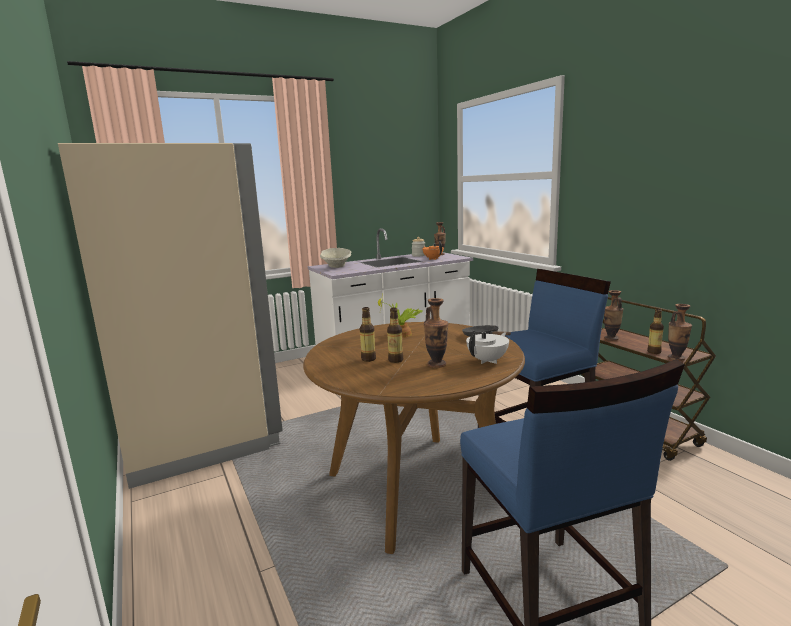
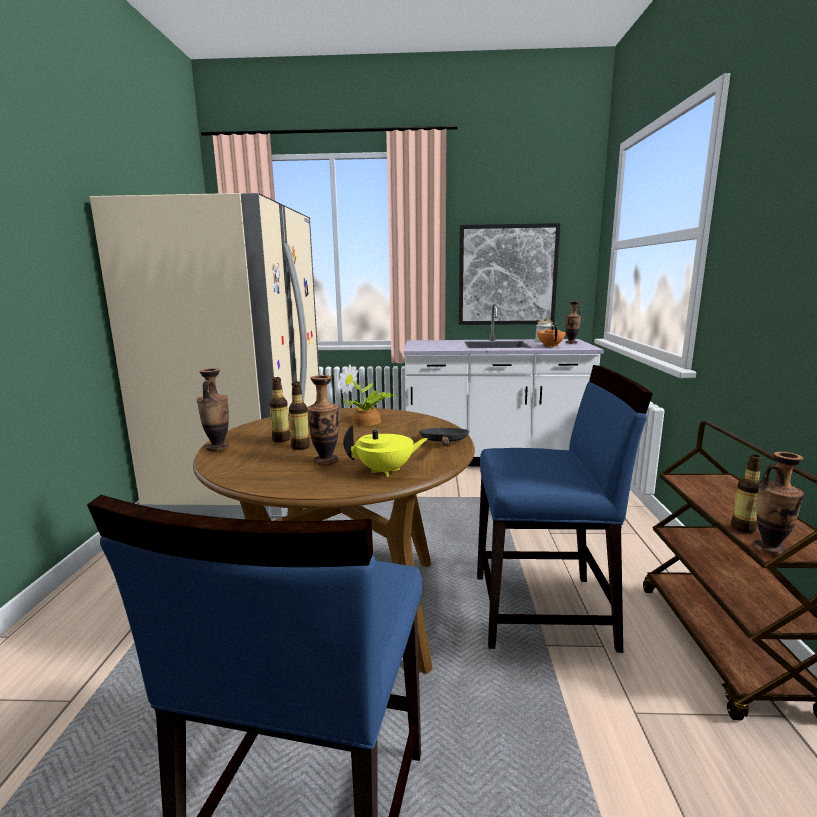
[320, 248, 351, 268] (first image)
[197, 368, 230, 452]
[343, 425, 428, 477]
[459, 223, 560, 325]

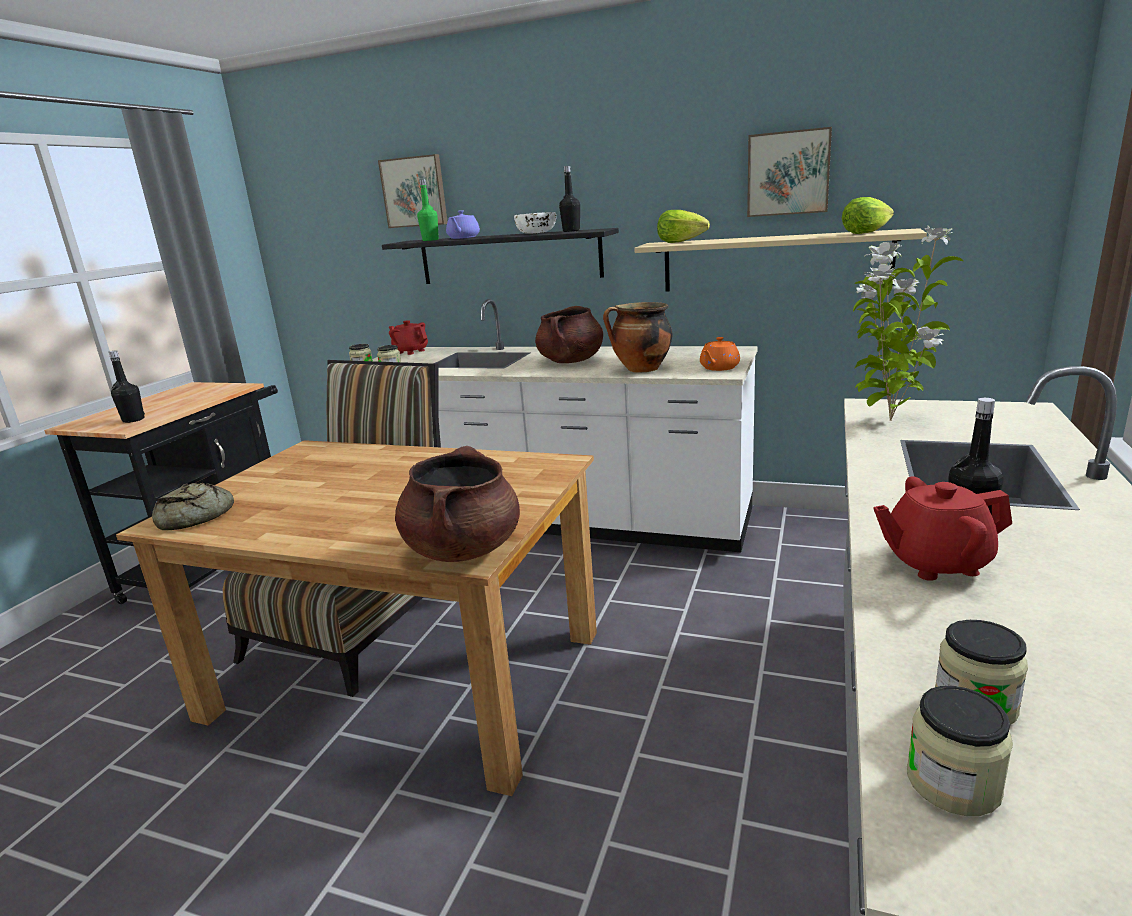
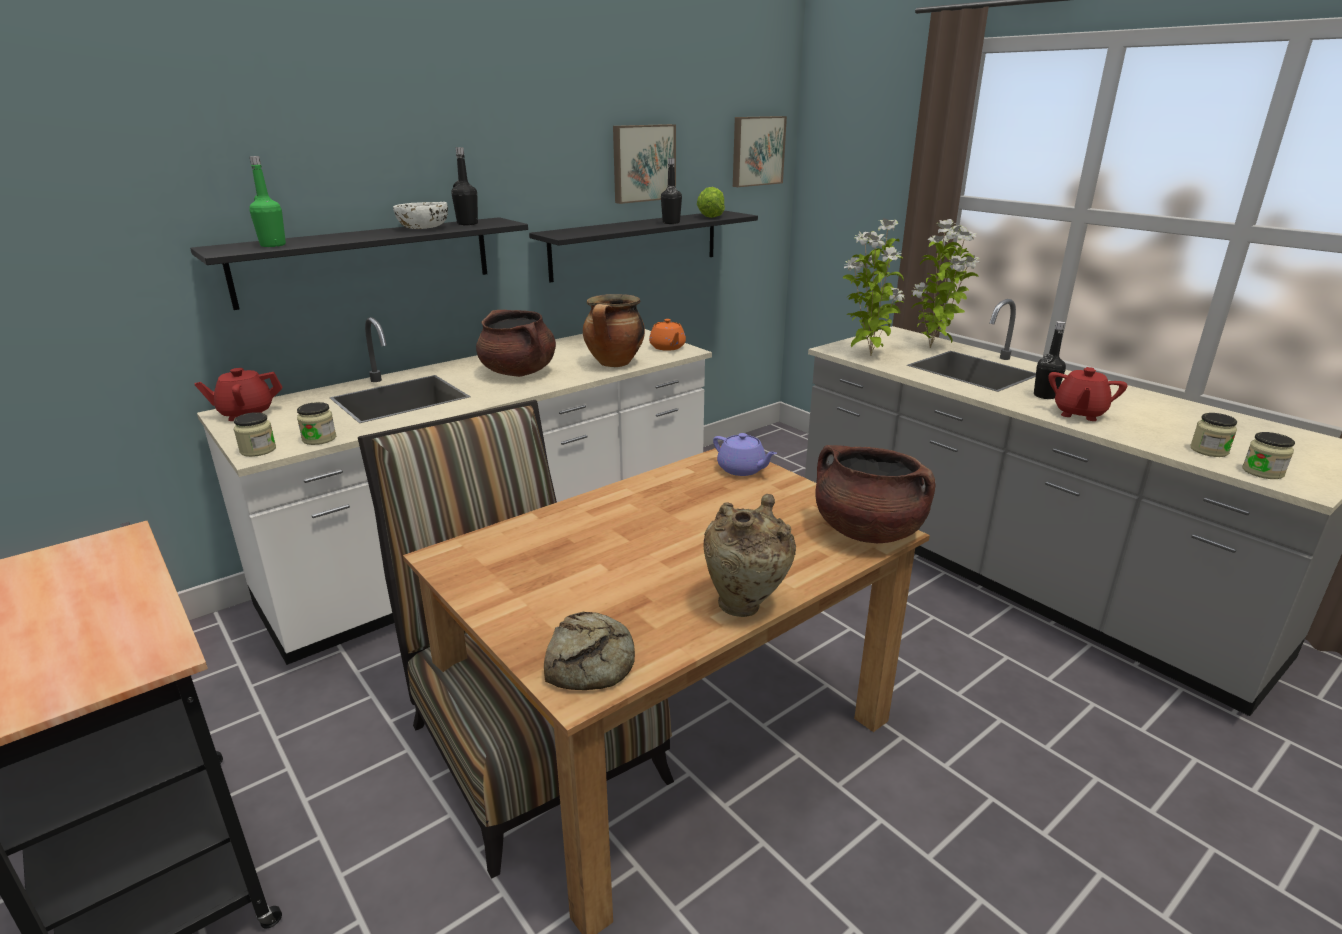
[733, 116, 787, 187]
[713, 433, 777, 476]
[657, 210, 710, 243] (first image)
[529, 211, 758, 282]
[661, 158, 682, 224]
[911, 219, 980, 348]
[703, 494, 796, 617]

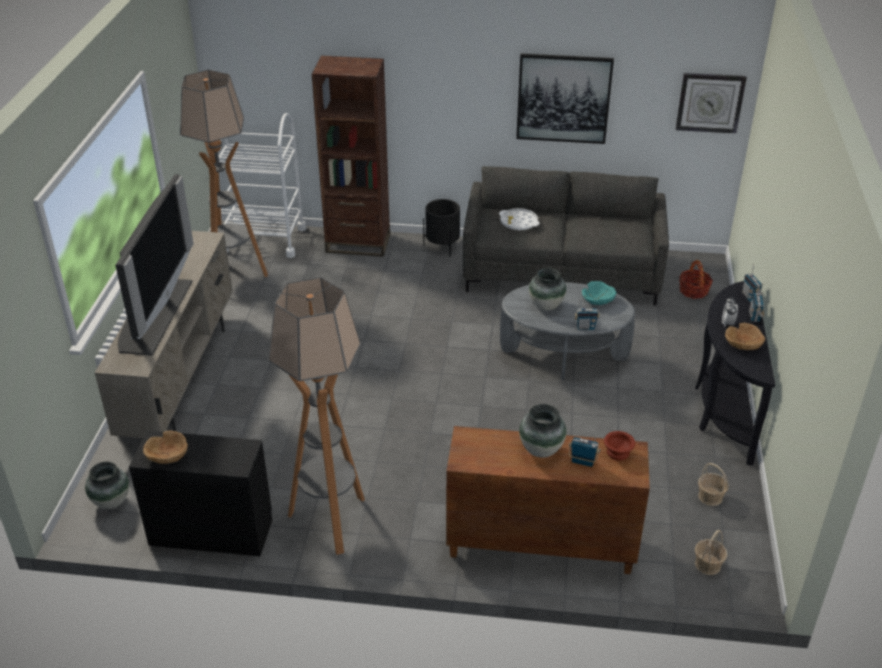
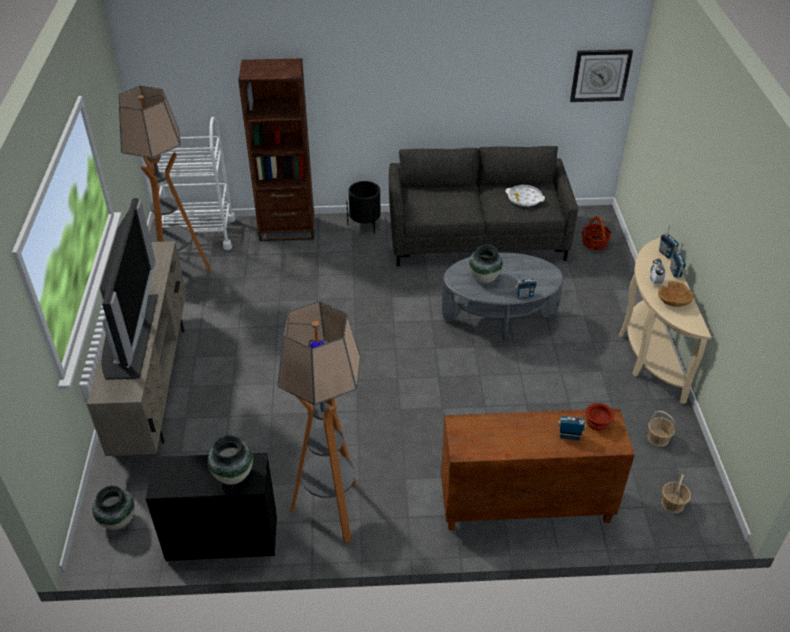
[516, 53, 614, 144] (first image)
[505, 185, 545, 207]
[582, 281, 617, 305] (first image)
[619, 238, 711, 404]
[208, 435, 253, 485]
[143, 431, 188, 464] (first image)

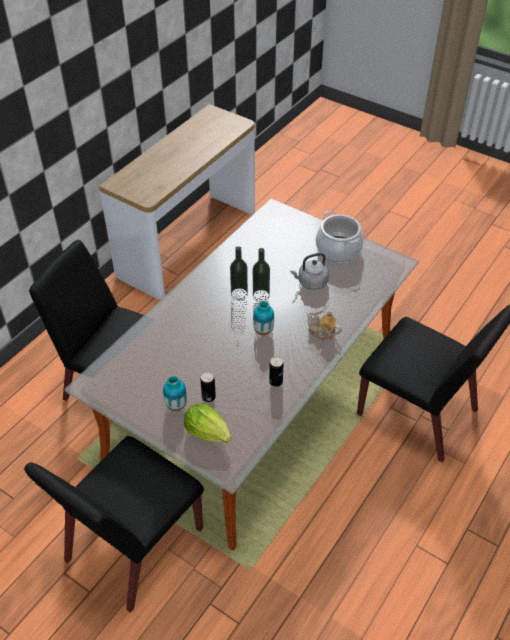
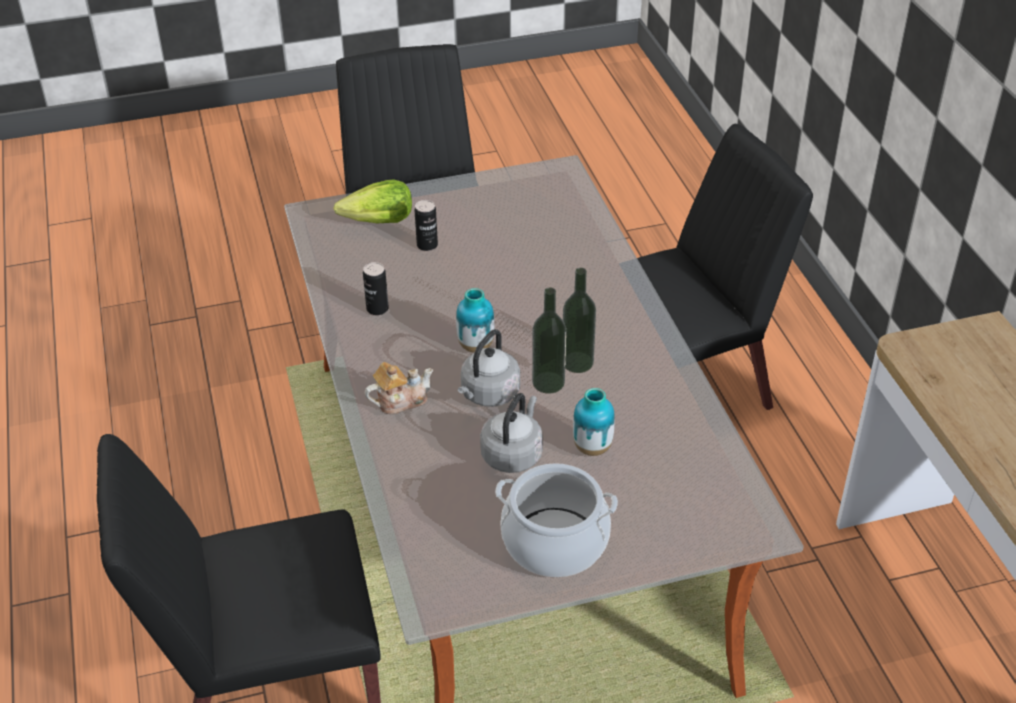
[573, 388, 615, 456]
[458, 329, 520, 407]

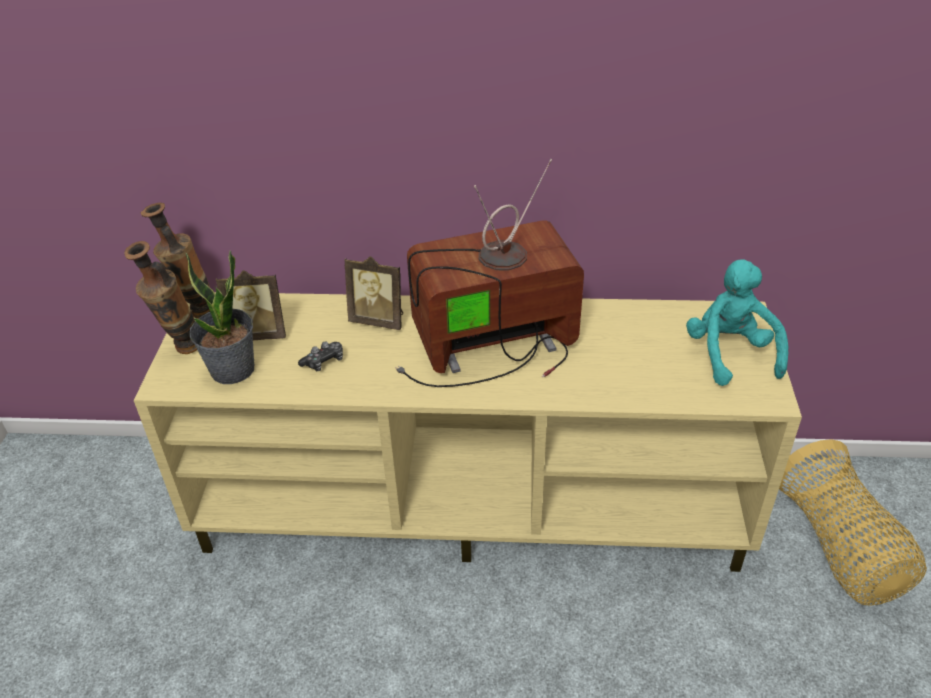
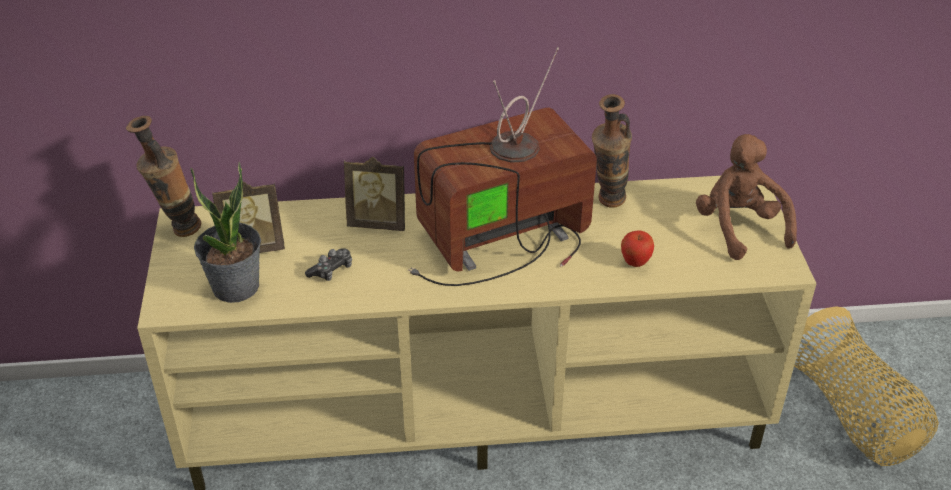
[592, 94, 632, 208]
[696, 134, 797, 260]
[621, 231, 654, 267]

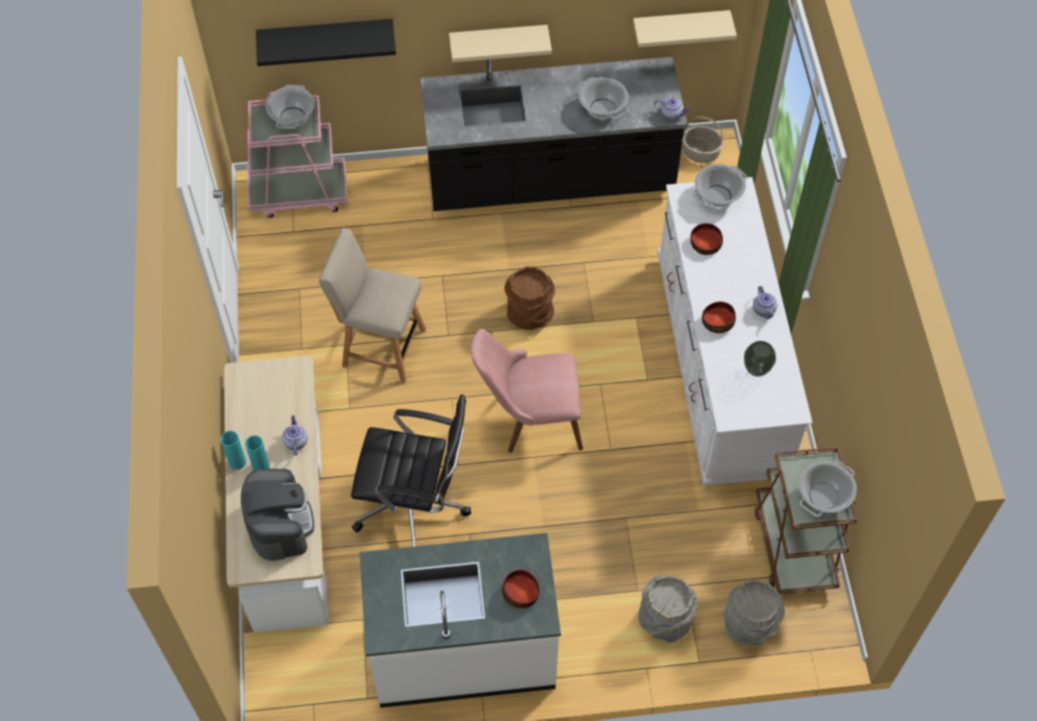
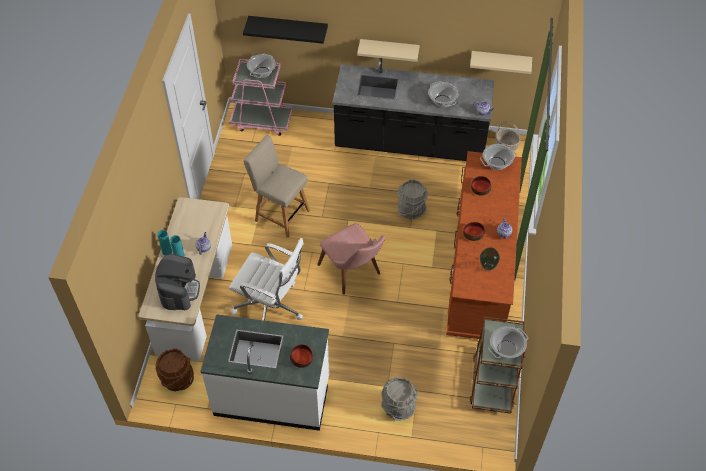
[446, 151, 522, 339]
[156, 349, 194, 391]
[317, 223, 385, 295]
[229, 238, 304, 321]
[397, 179, 428, 219]

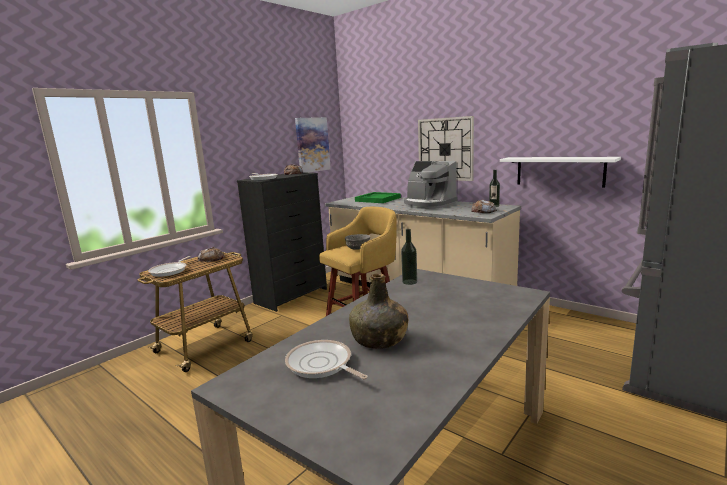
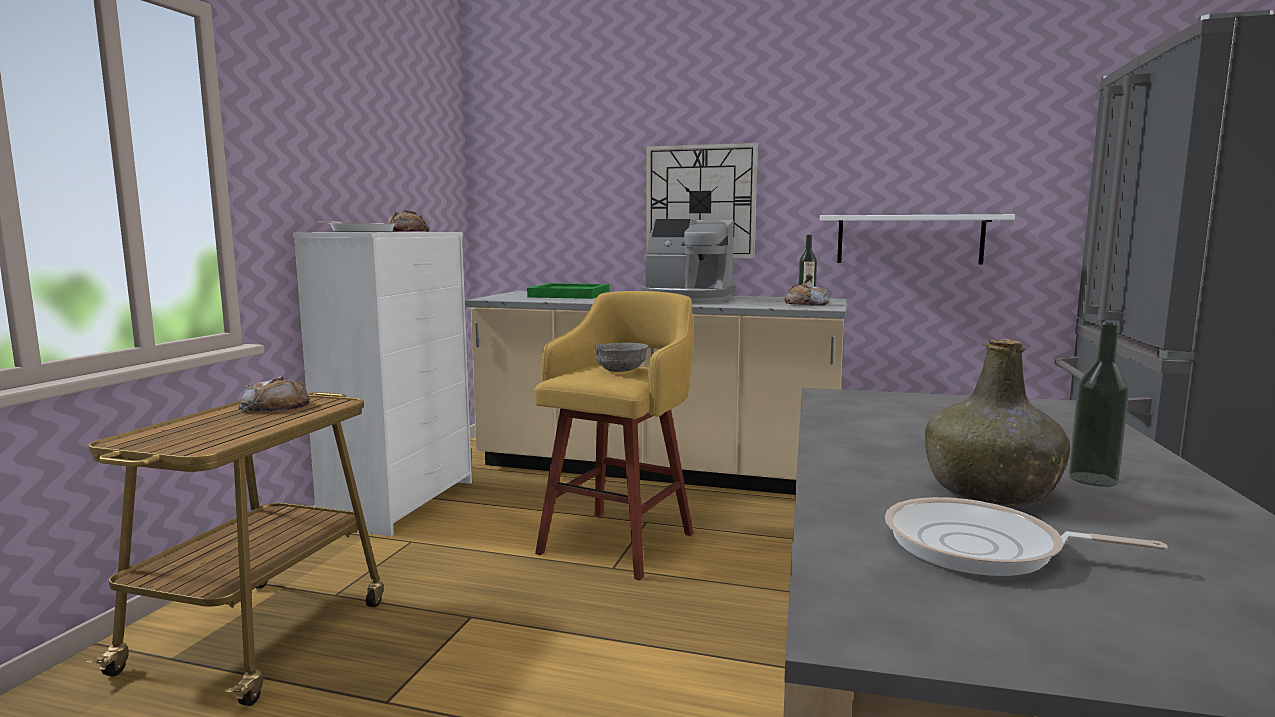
[295, 117, 331, 173] (first image)
[293, 232, 472, 536]
[1068, 322, 1129, 487]
[148, 256, 191, 277] (first image)

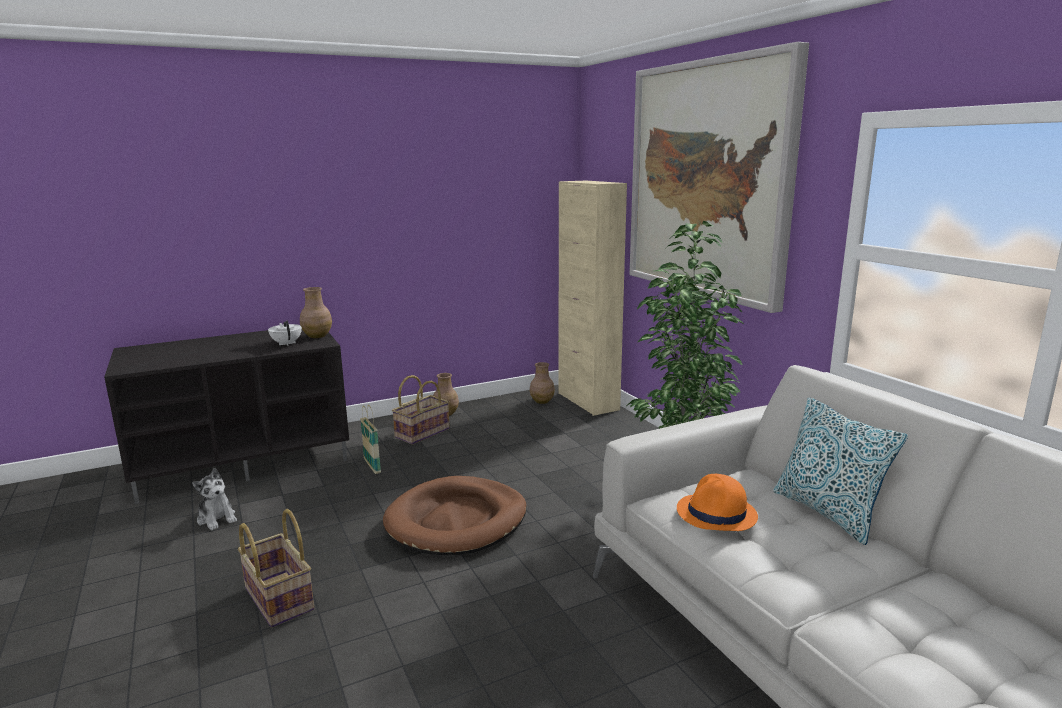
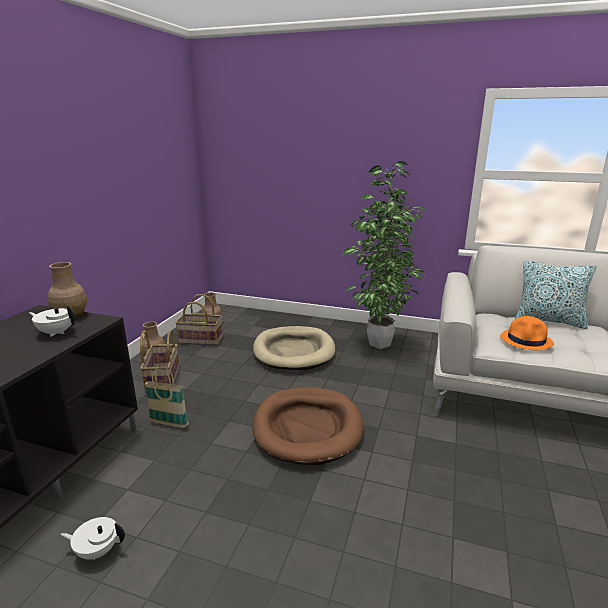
[630, 42, 809, 313] (first image)
[558, 181, 627, 416] (first image)
[61, 517, 125, 560]
[175, 294, 223, 346]
[253, 326, 335, 370]

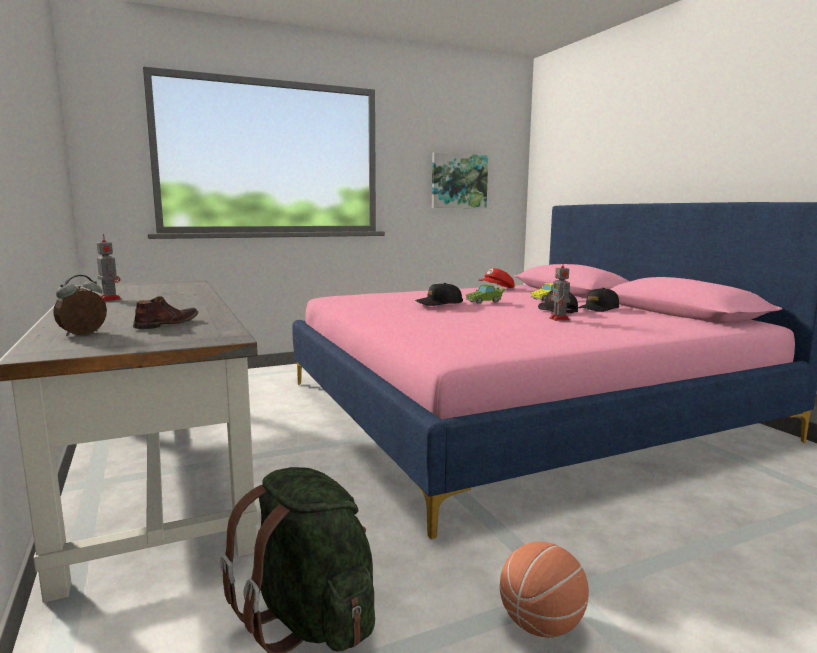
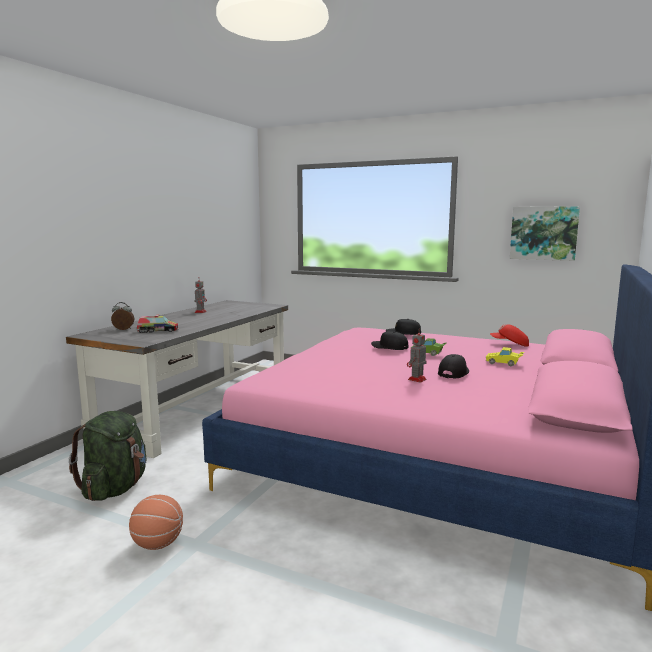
[386, 319, 421, 335]
[137, 315, 179, 333]

